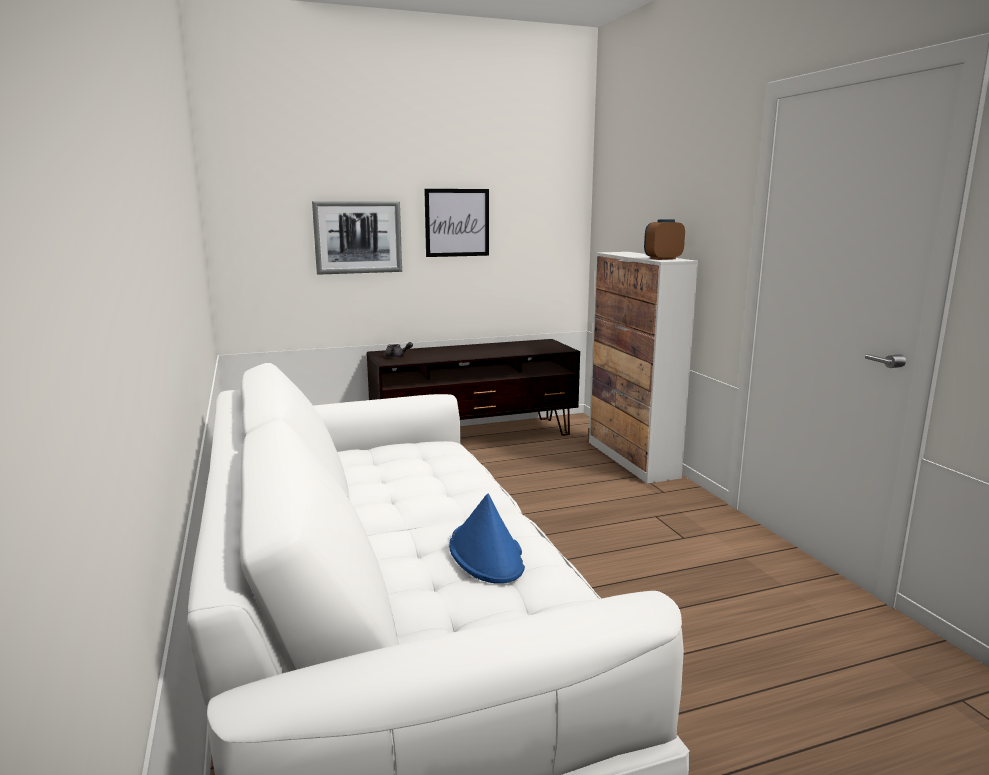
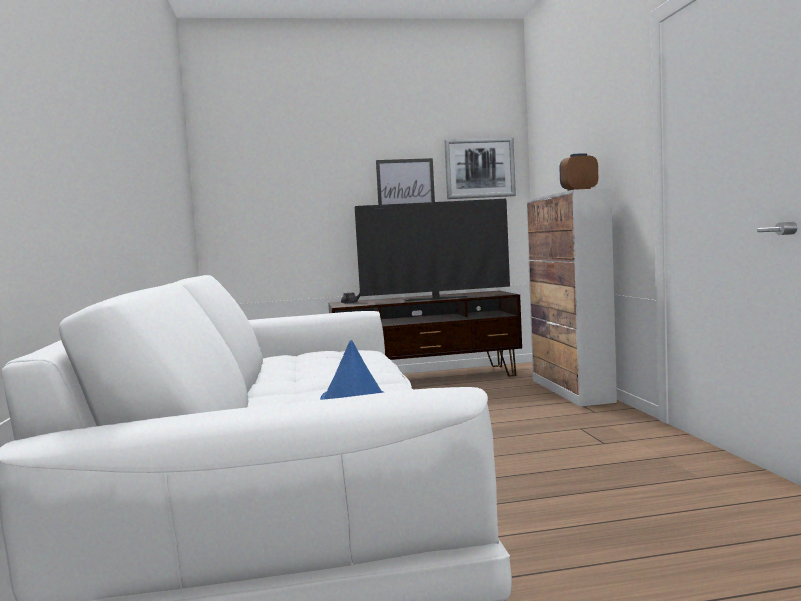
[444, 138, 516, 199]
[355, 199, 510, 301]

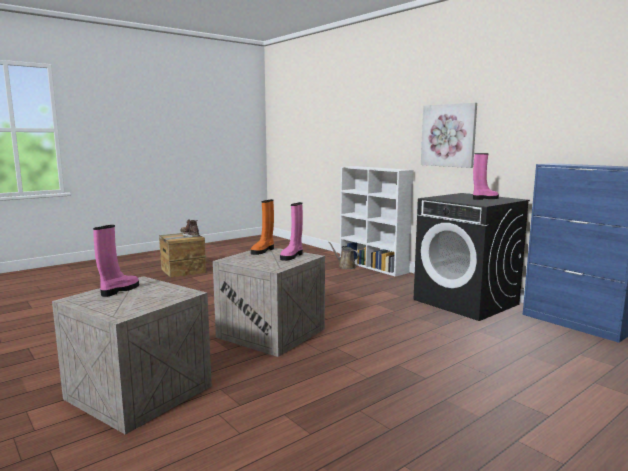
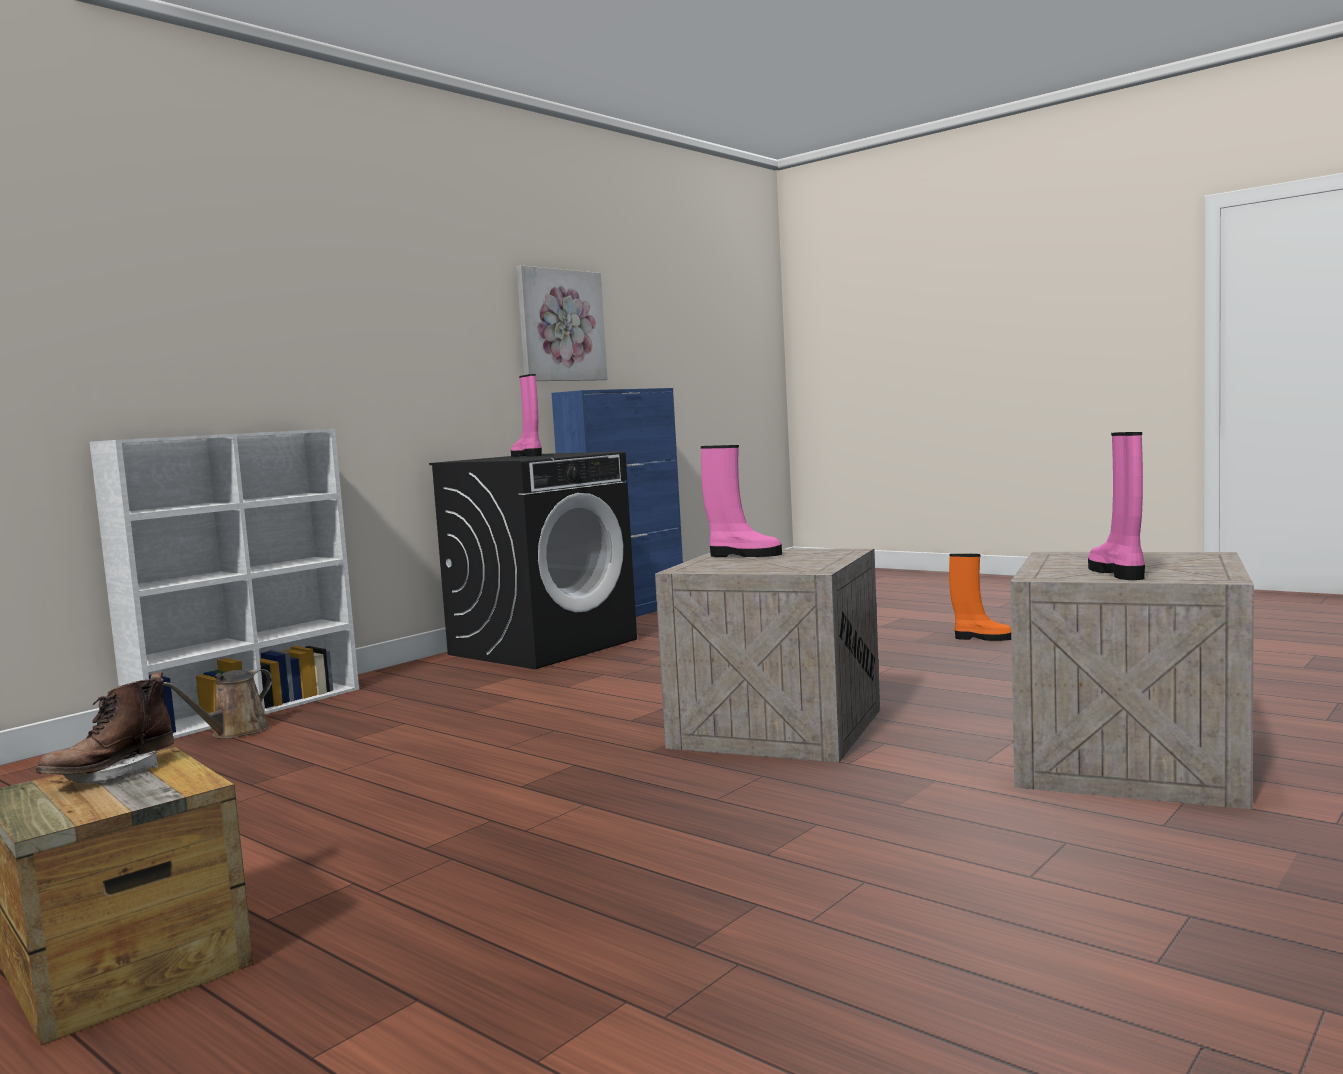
[517, 265, 608, 381]
[949, 554, 1011, 641]
[1088, 432, 1145, 580]

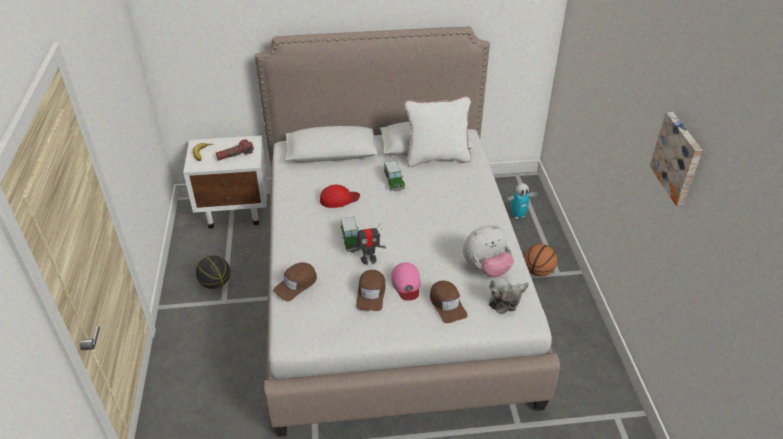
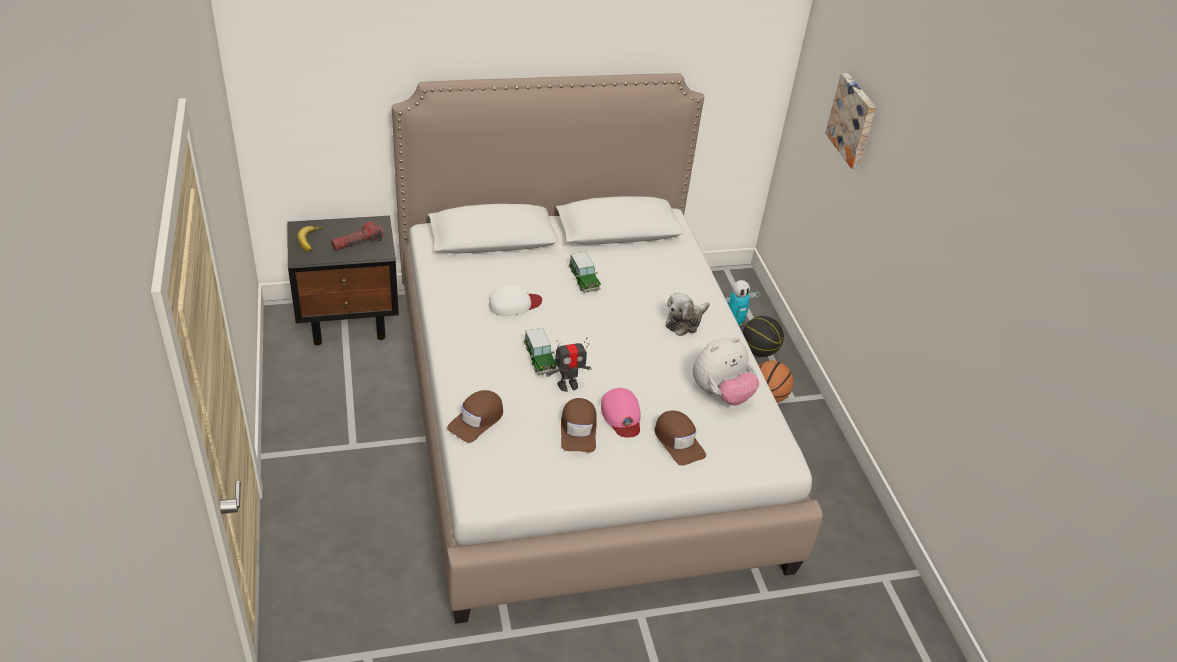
[404, 96, 472, 167] (first image)
[825, 73, 876, 169]
[287, 216, 399, 345]
[489, 285, 542, 316]
[743, 316, 784, 357]
[666, 293, 709, 336]

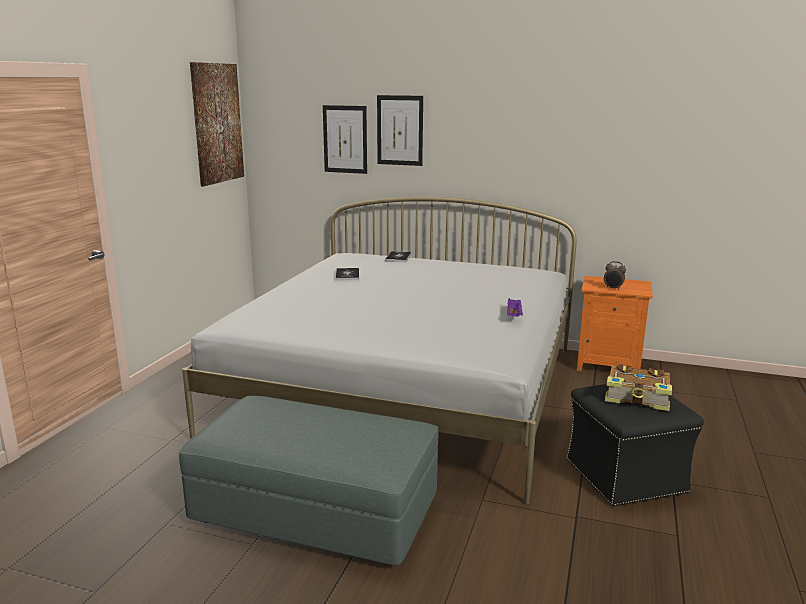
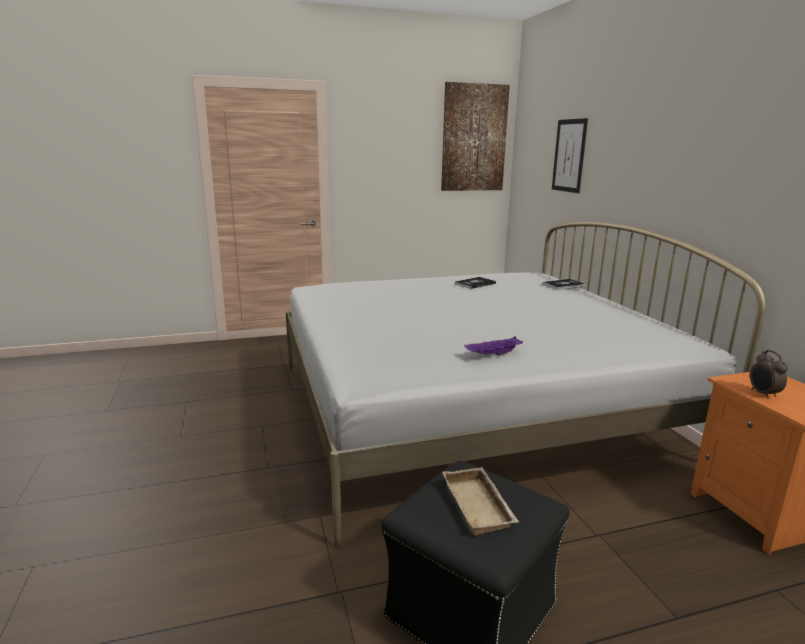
[377, 95, 423, 166] (first image)
[442, 467, 519, 536]
[179, 396, 438, 565] (first image)

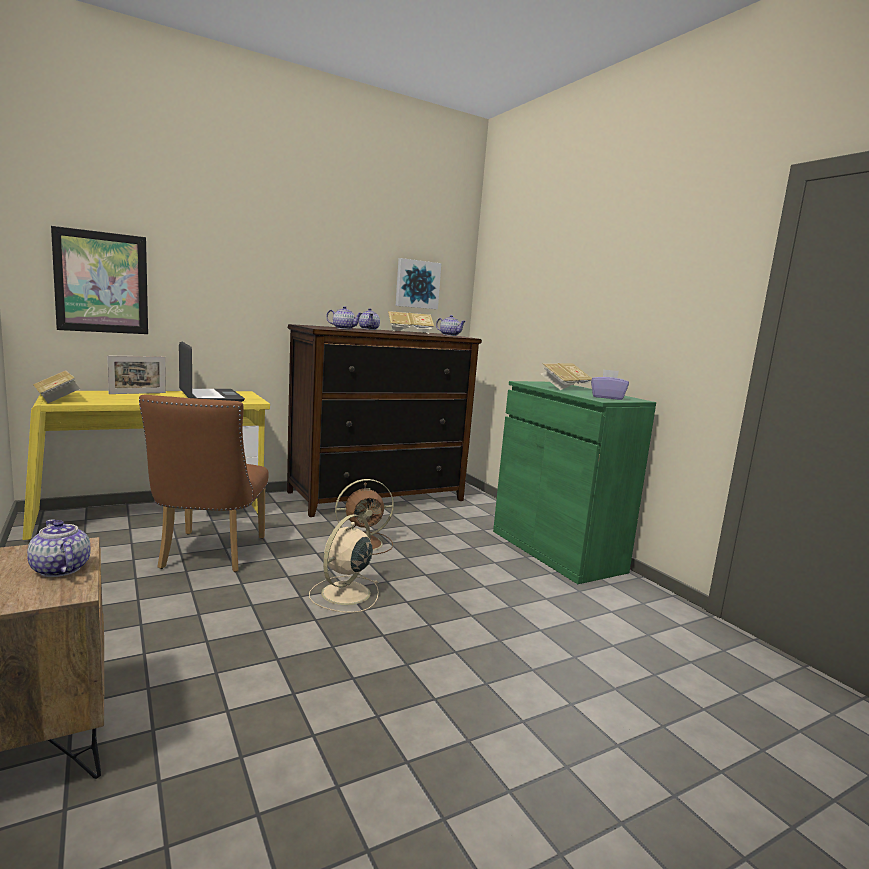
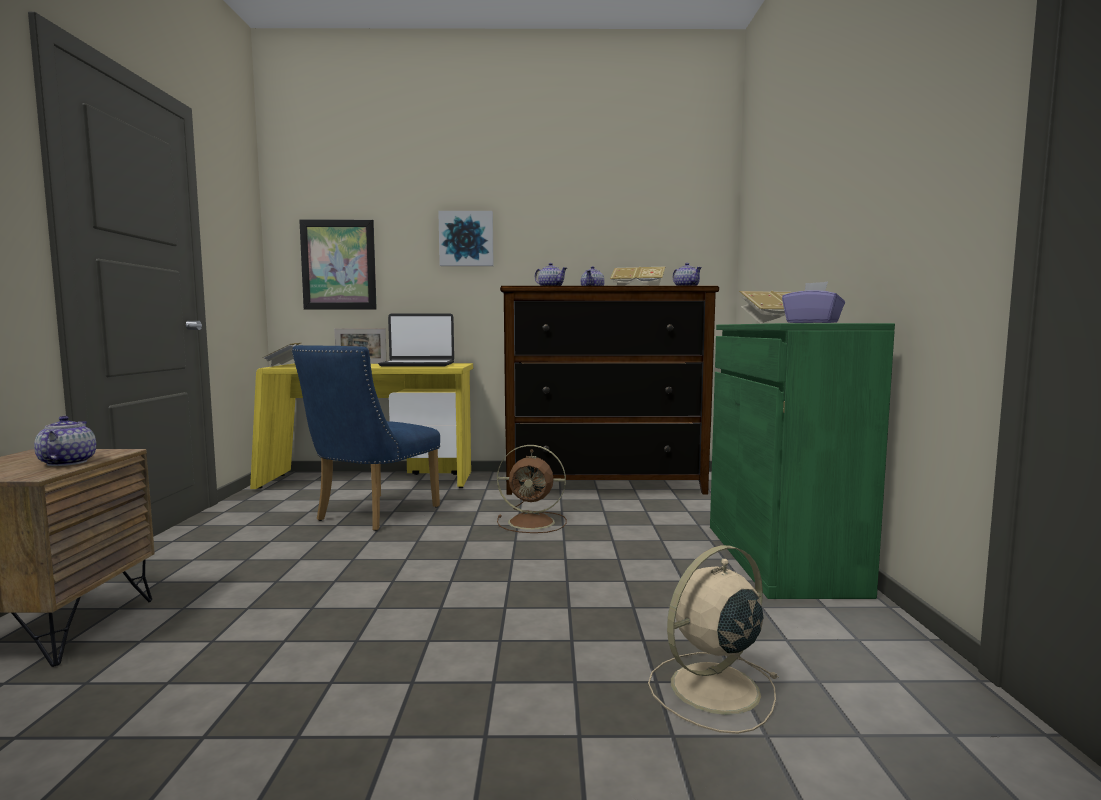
[438, 211, 493, 266]
[378, 314, 454, 367]
[292, 345, 440, 531]
[648, 545, 779, 734]

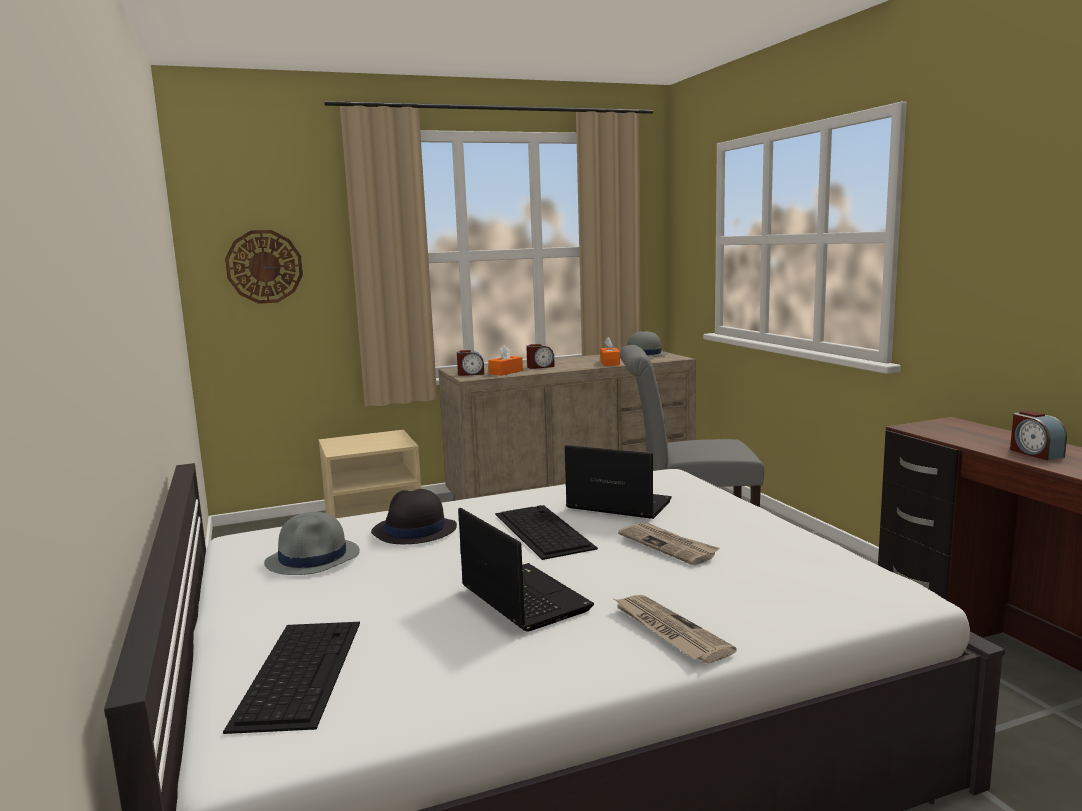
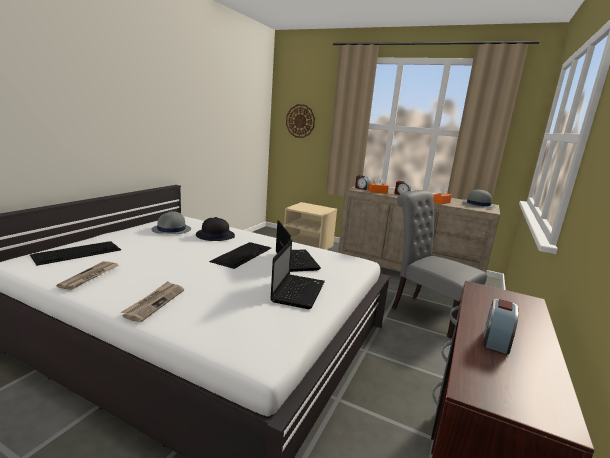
[270, 239, 325, 309]
[57, 261, 119, 290]

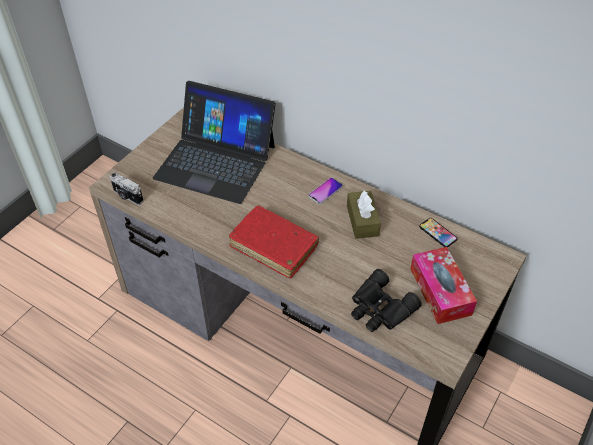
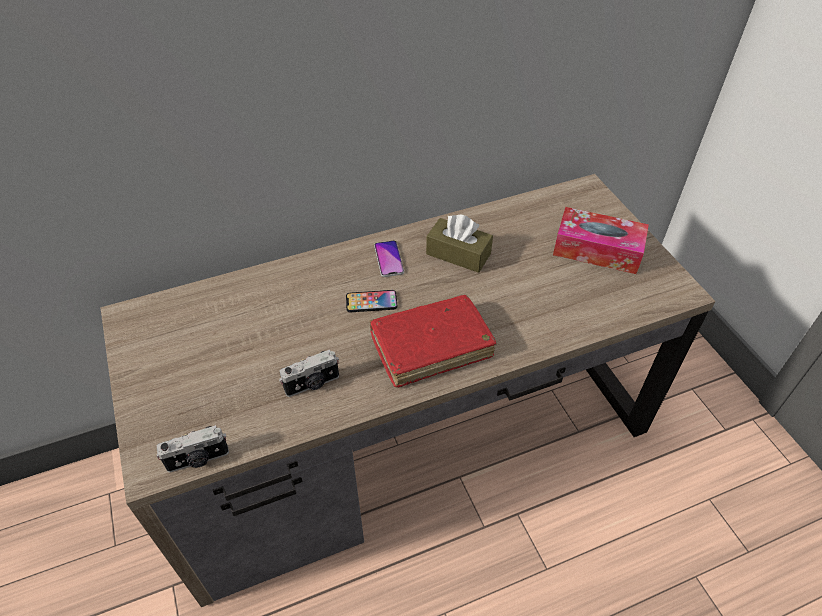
[153, 81, 276, 204] (first image)
[346, 290, 397, 312]
[351, 269, 422, 332] (first image)
[279, 350, 339, 397]

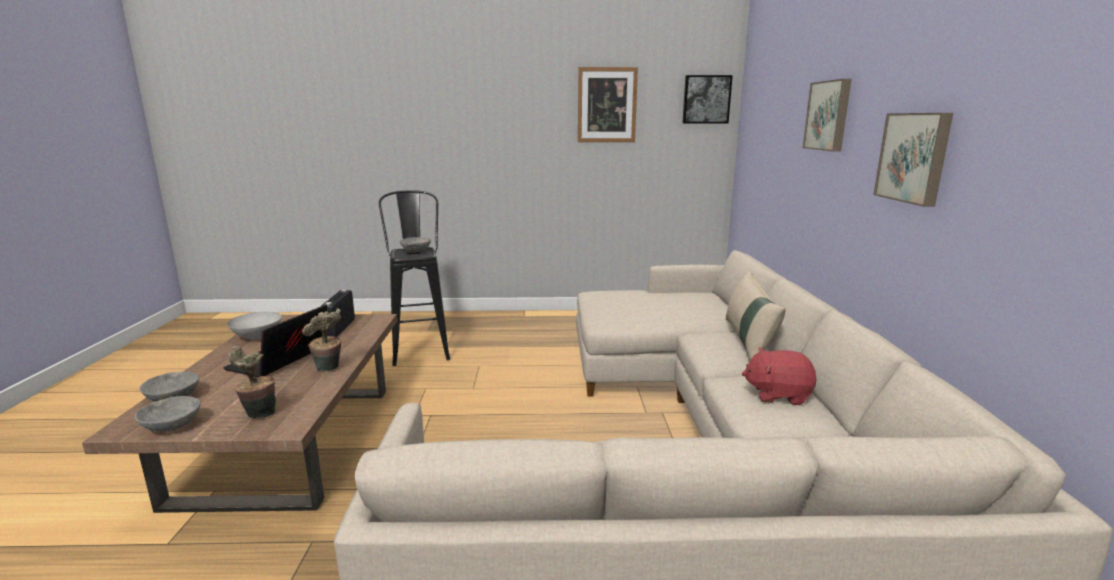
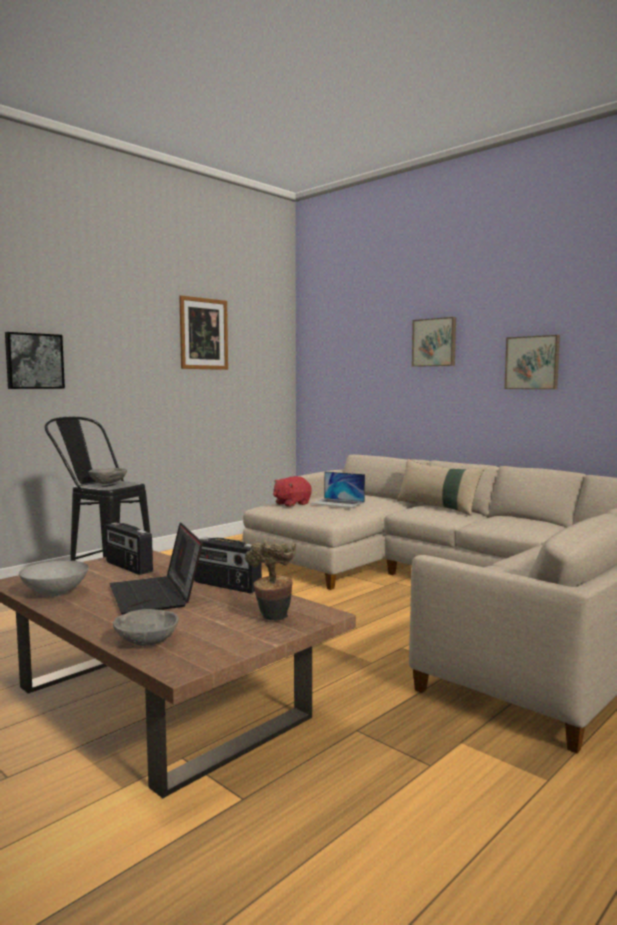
[5, 332, 65, 389]
[194, 537, 262, 593]
[273, 476, 312, 507]
[135, 396, 201, 431] (first image)
[311, 471, 365, 508]

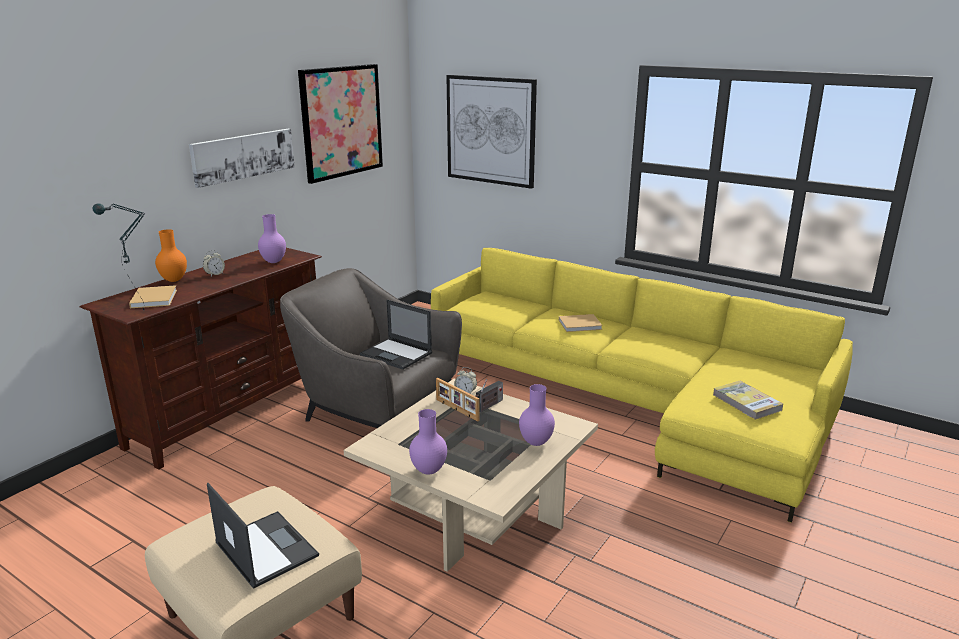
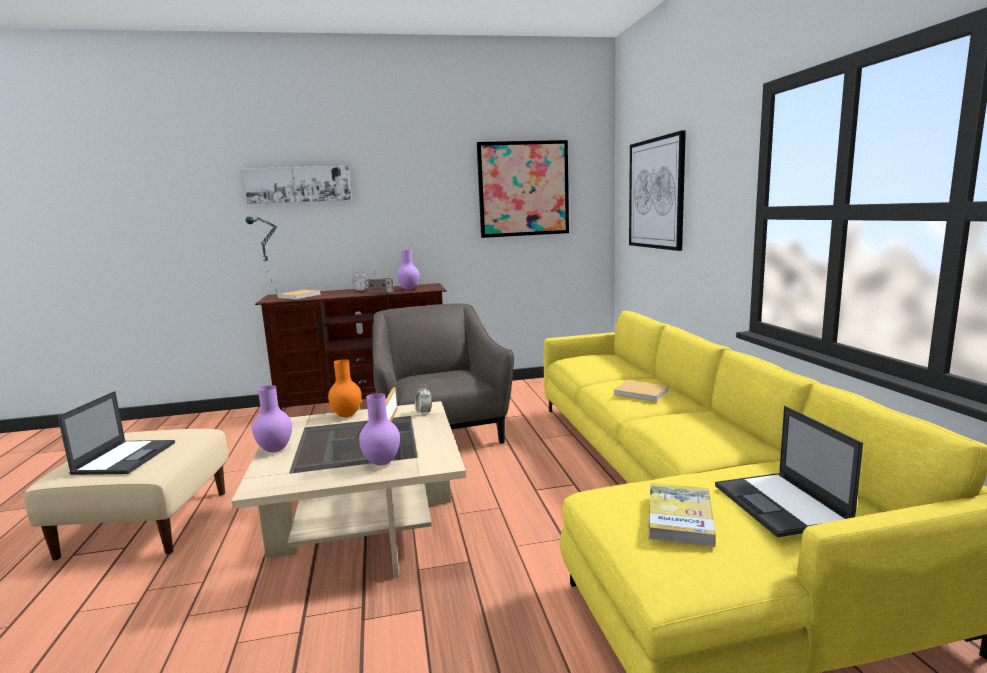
[243, 166, 352, 204]
[328, 359, 362, 417]
[715, 406, 863, 537]
[365, 271, 393, 294]

